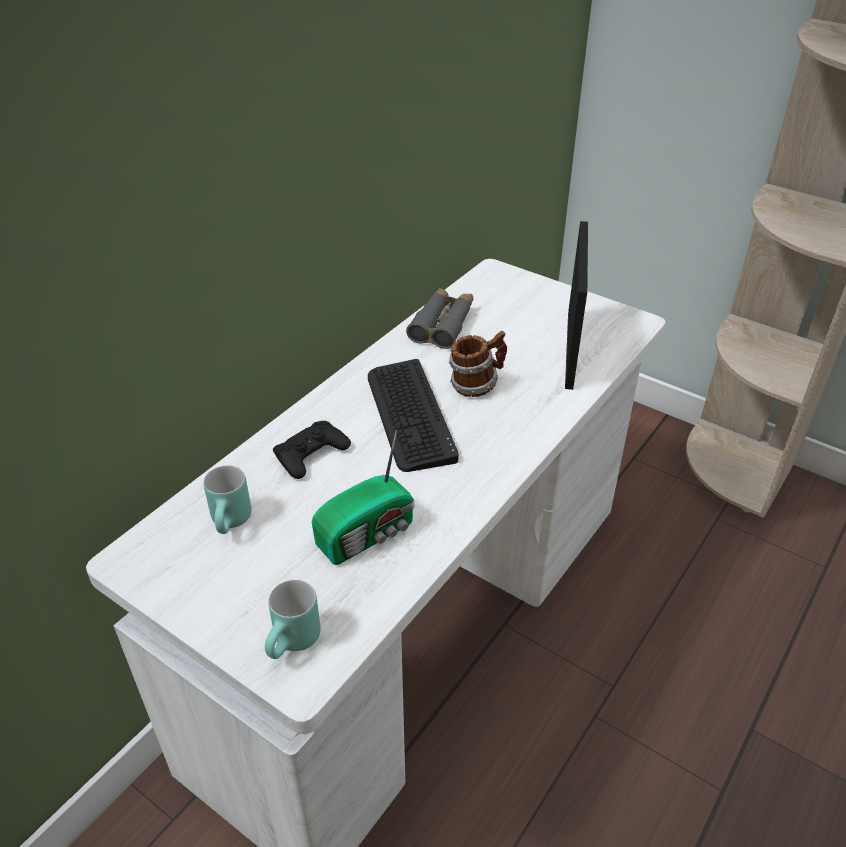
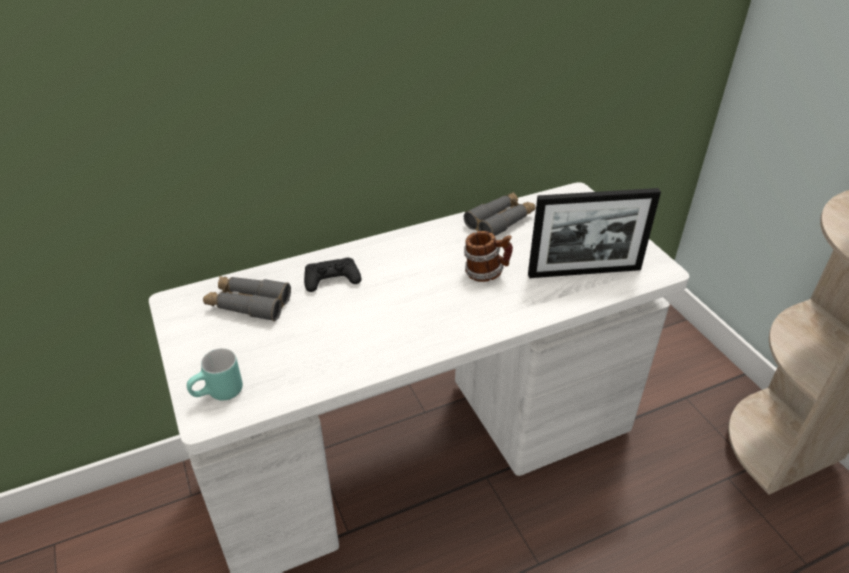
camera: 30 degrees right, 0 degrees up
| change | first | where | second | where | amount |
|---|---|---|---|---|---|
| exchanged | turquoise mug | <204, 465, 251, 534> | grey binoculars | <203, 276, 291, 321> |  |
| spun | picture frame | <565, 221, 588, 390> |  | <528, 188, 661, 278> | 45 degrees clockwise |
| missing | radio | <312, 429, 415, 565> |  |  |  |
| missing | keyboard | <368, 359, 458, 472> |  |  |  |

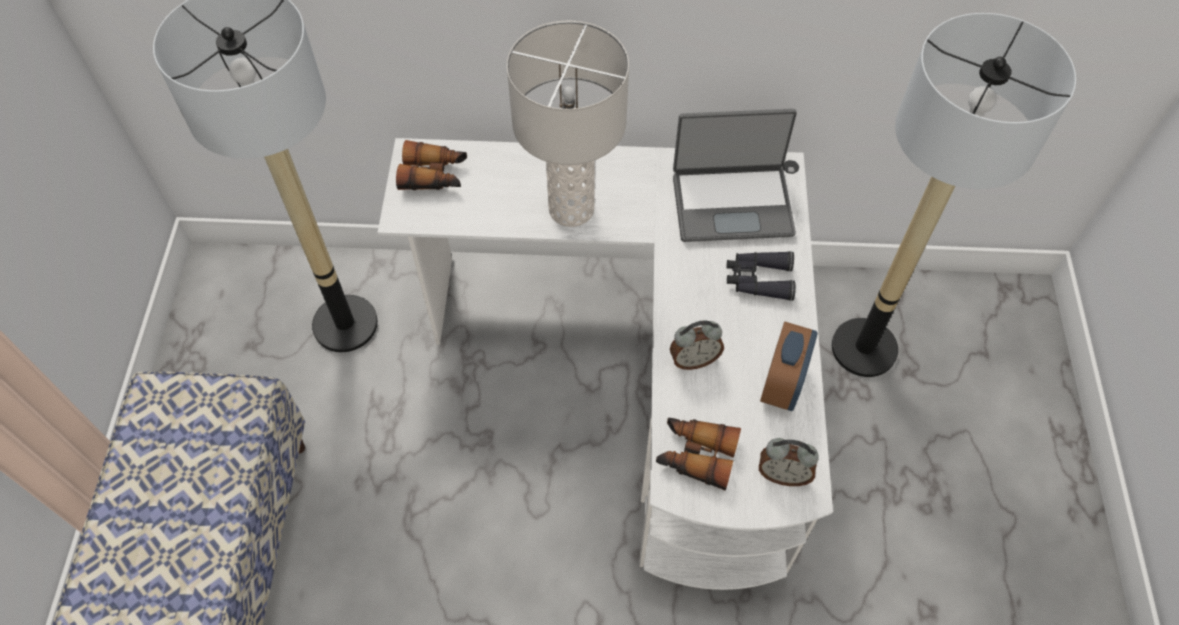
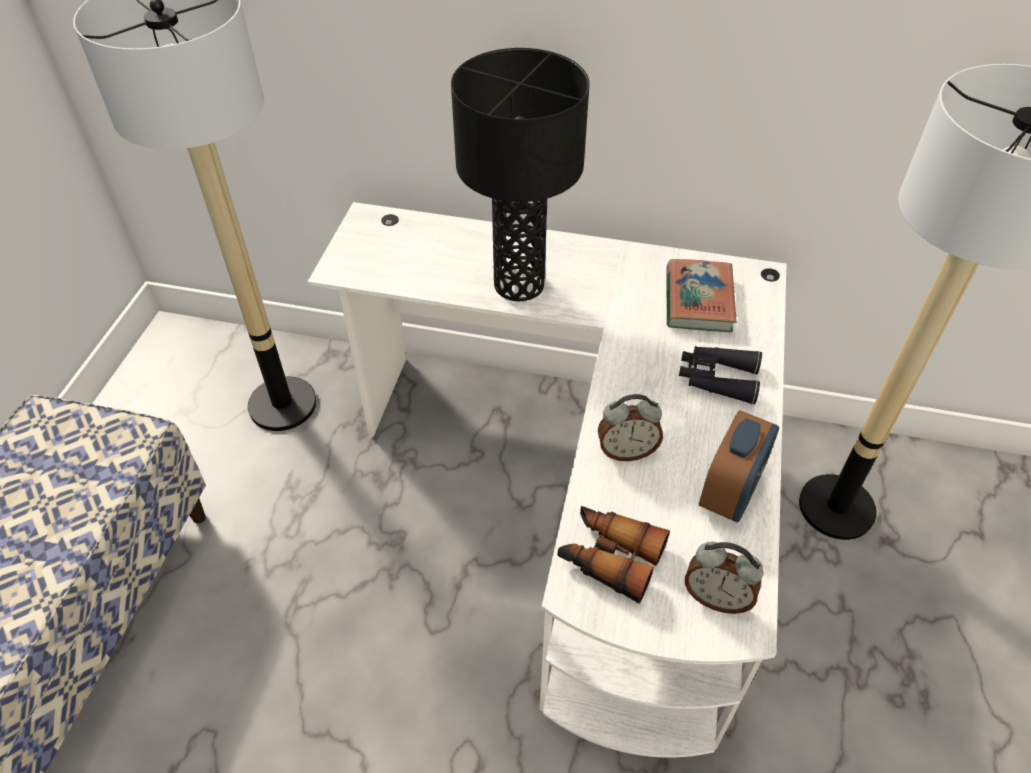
camera: 10 degrees right, 10 degrees down
| change | first | where | second | where | amount |
|---|---|---|---|---|---|
| colour | white table lamp | <507, 21, 629, 227> | black table lamp | <451, 48, 590, 301> |  |
| exchanged | laptop | <673, 109, 797, 242> | book | <667, 259, 737, 332> |  |
| missing | binoculars | <396, 140, 467, 190> |  |  |  |

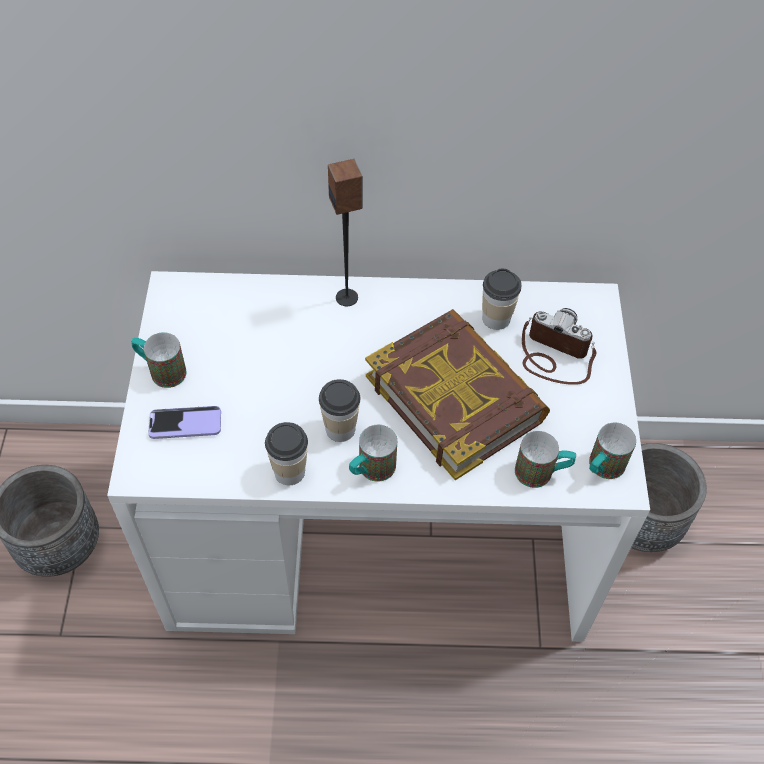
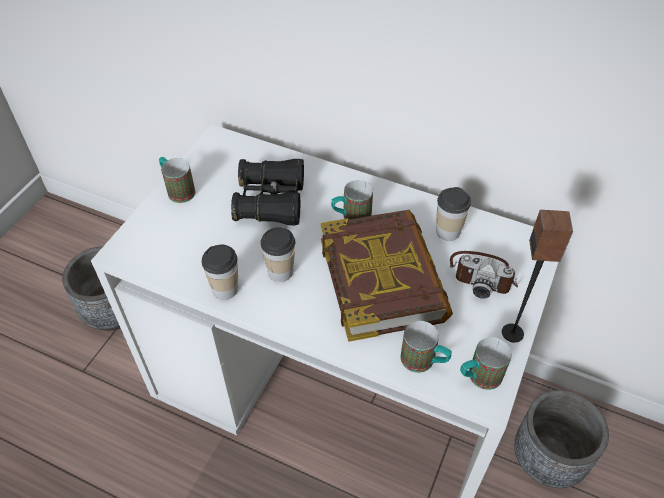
camera: 25 degrees right, 5 degrees down
| change | first | where | second | where | amount |
|---|---|---|---|---|---|
| appeared |  |  | black binoculars | <231, 159, 304, 226> |  |
| relocated | mug | <349, 425, 397, 482> |  | <331, 180, 373, 219> |  |
| spun | photo camera | <522, 308, 597, 385> |  | <450, 251, 518, 299> | 150 degrees clockwise |
| relocated | speaker | <328, 159, 363, 306> |  | <502, 210, 573, 343> |  |
| missing | phone | <148, 406, 221, 439> |  |  |  |

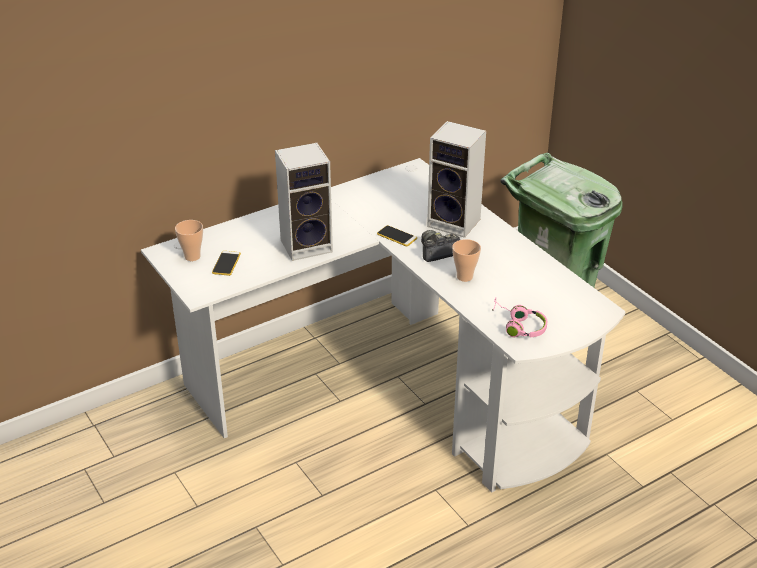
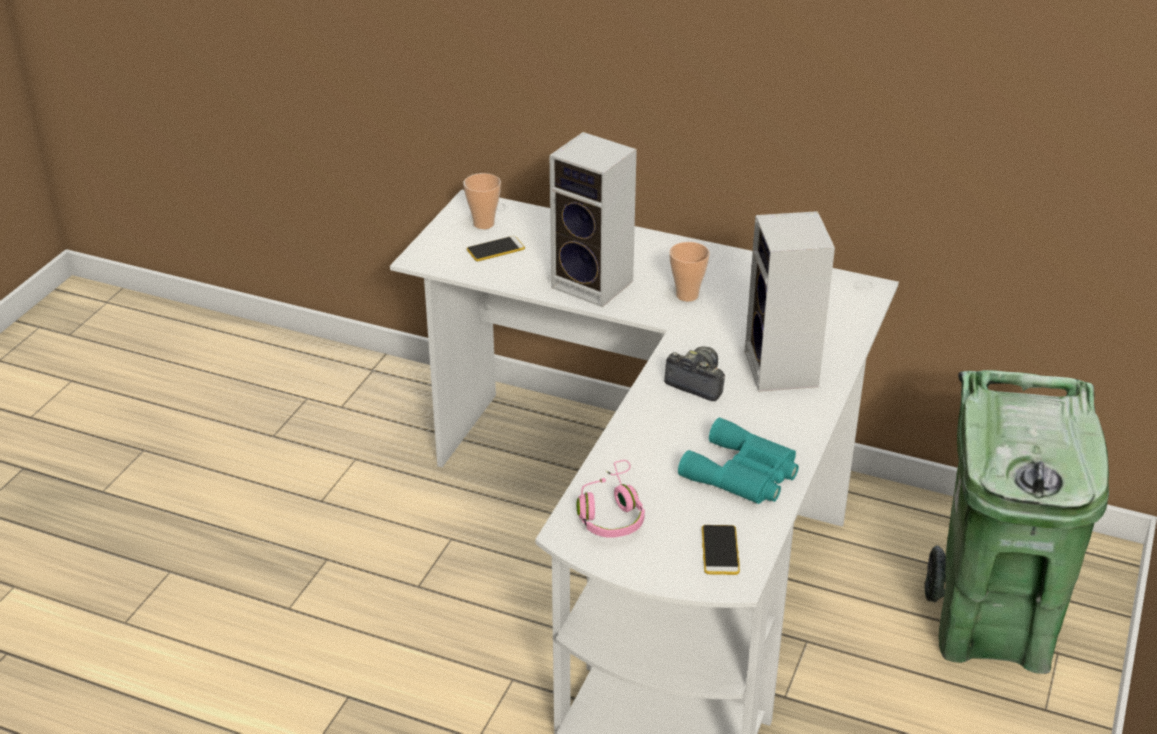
camera: 55 degrees right, 0 degrees up
| change | first | where | second | where | amount |
|---|---|---|---|---|---|
| relocated | cup | <452, 239, 481, 282> |  | <669, 242, 710, 301> |  |
| appeared |  |  | turquoise binoculars | <678, 418, 799, 504> |  |
| relocated | phone | <377, 225, 417, 246> |  | <702, 525, 740, 575> |  |

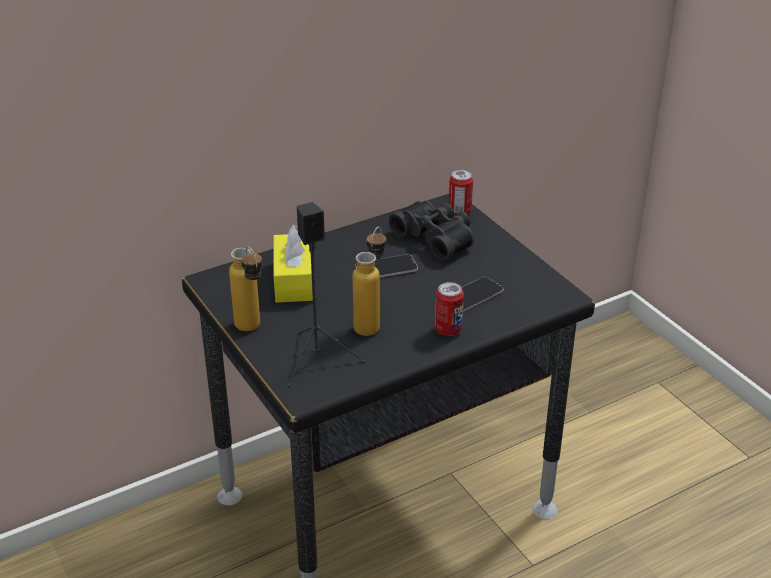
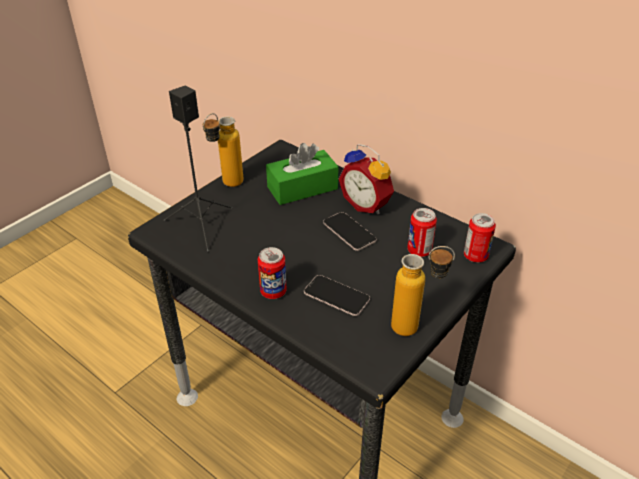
camera: 70 degrees right, 5 degrees up
| change | first | where | second | where | amount |
|---|---|---|---|---|---|
| colour | yellow tissue box | <273, 224, 316, 303> | green tissue box | <266, 143, 338, 205> |  |
| appeared |  |  | alarm clock | <339, 144, 394, 214> |  |
| relocated | bottle | <353, 226, 386, 336> |  | <391, 246, 455, 336> |  |
| exchanged | black binoculars | <389, 200, 474, 261> | can | <407, 208, 437, 257> |  |

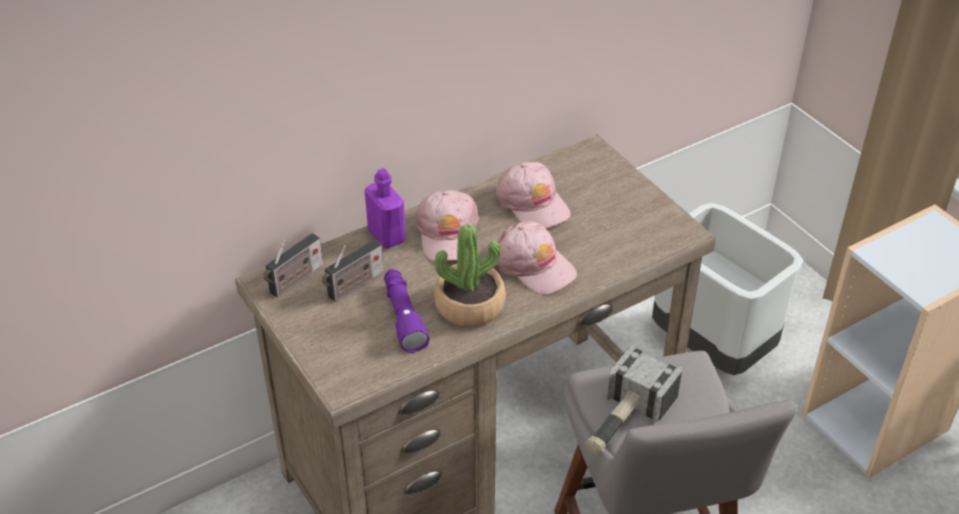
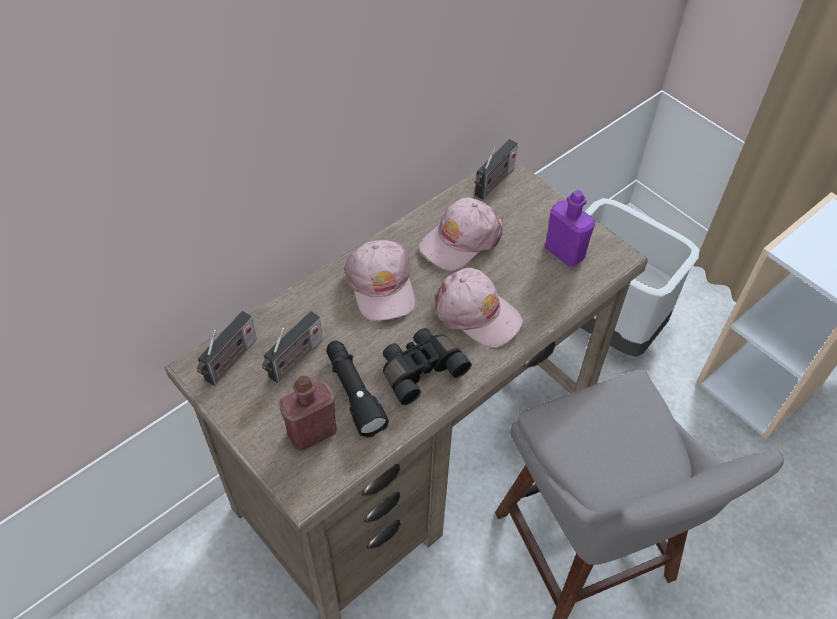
camera: 10 degrees left, 10 degrees up
| change | first | where | second | where | amount |
|---|---|---|---|---|---|
| appeared |  |  | red bottle | <279, 376, 336, 451> |  |
| colour | purple flashlight | <384, 269, 429, 353> | black flashlight | <327, 341, 389, 438> |  |
| exchanged | potted plant | <434, 224, 506, 327> | black binoculars | <383, 328, 472, 405> |  |
| spun | pink cap | <495, 162, 571, 229> |  | <419, 197, 503, 271> | 90 degrees clockwise |
| appeared |  |  | radio | <475, 139, 518, 200> |  |
| relocated | purple bottle | <365, 168, 406, 249> |  | <545, 190, 595, 267> |  |
| missing | hammer | <585, 344, 682, 455> |  |  |  |

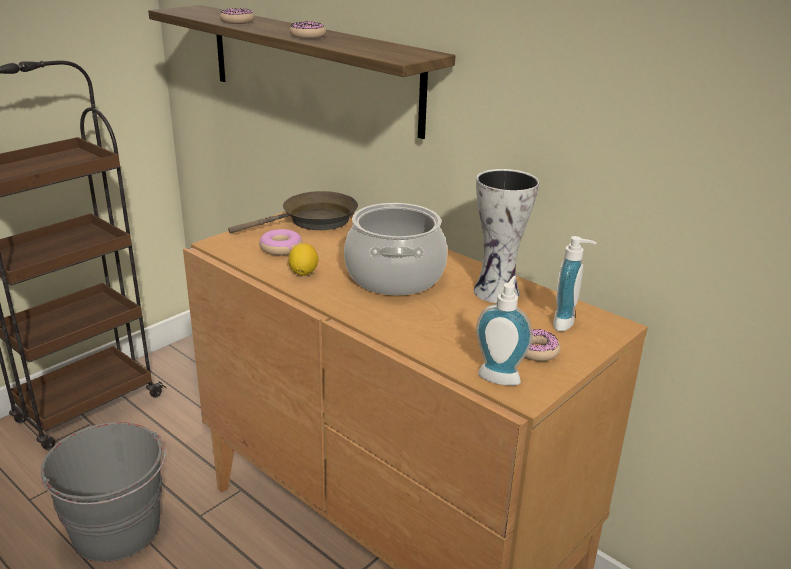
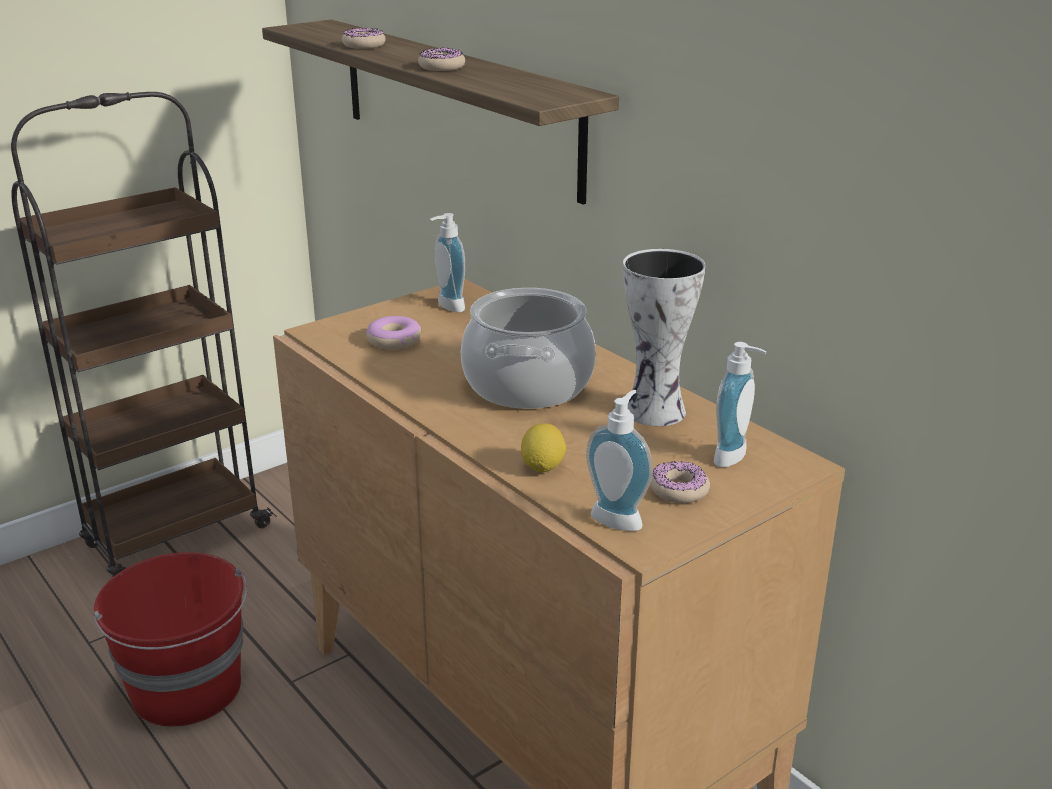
camera: 10 degrees right, 0 degrees up
| change | first | where | second | where | amount |
|---|---|---|---|---|---|
| colour | grey bucket | <41, 422, 166, 562> | red bucket | <93, 552, 248, 727> |  |
| exchanged | brown frying pan | <228, 191, 358, 233> | soap dispenser | <430, 213, 465, 312> |  |
| relocated | lemon | <288, 243, 319, 276> |  | <521, 423, 566, 472> |  |

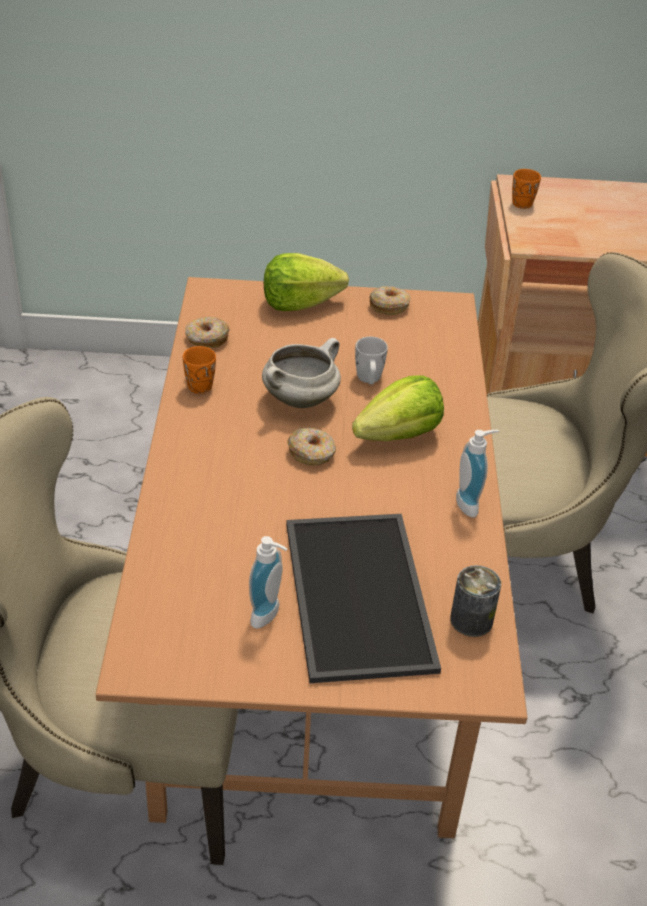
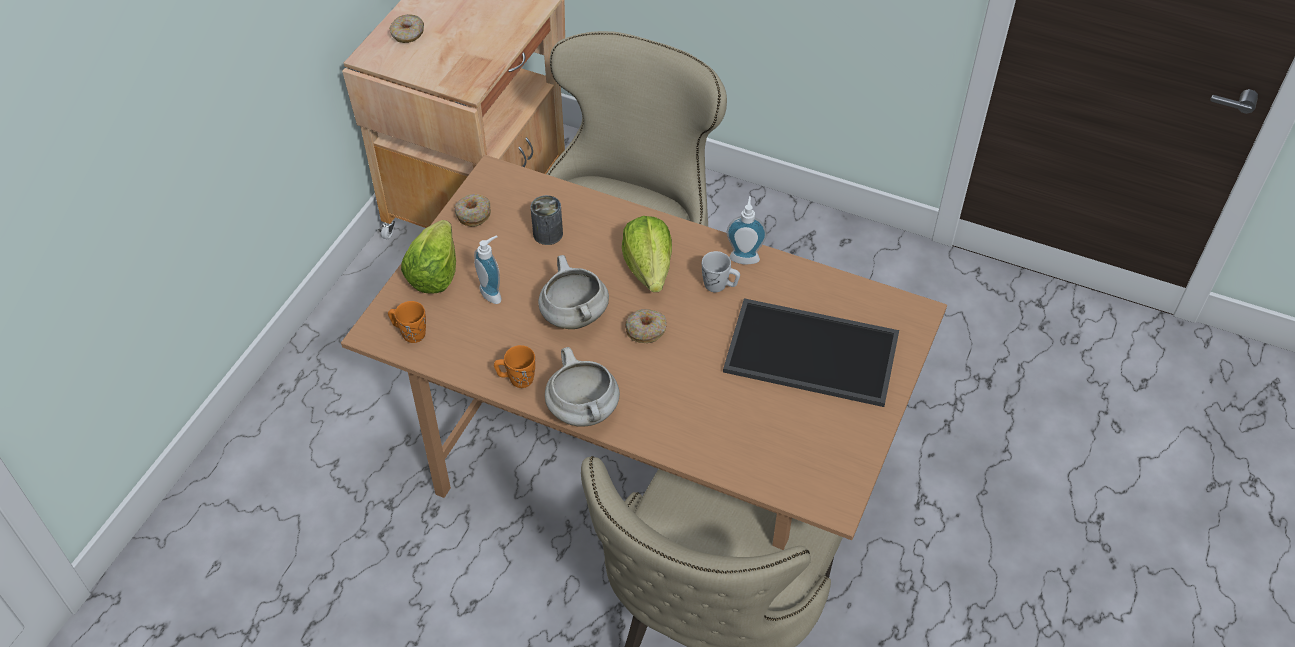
camera: 65 degrees left, 10 degrees up
| change | first | where | second | where | amount |
|---|---|---|---|---|---|
| relocated | orange mug | <512, 169, 541, 209> |  | <388, 301, 426, 343> |  |
| relocated | donut | <185, 317, 230, 348> |  | <389, 14, 424, 43> |  |
| relocated | soap dispenser | <249, 536, 287, 629> |  | <474, 235, 502, 304> |  |
| relocated | can | <450, 565, 501, 637> |  | <531, 195, 563, 245> |  |
| appeared |  |  | white cooking pot | <545, 347, 620, 427> |  |
| relocated | white mug | <355, 337, 388, 385> |  | <702, 251, 740, 292> |  |

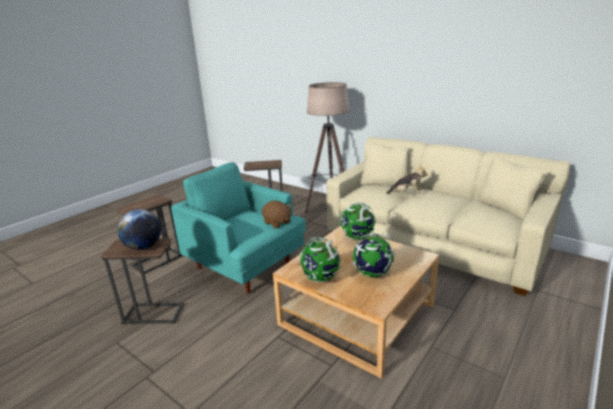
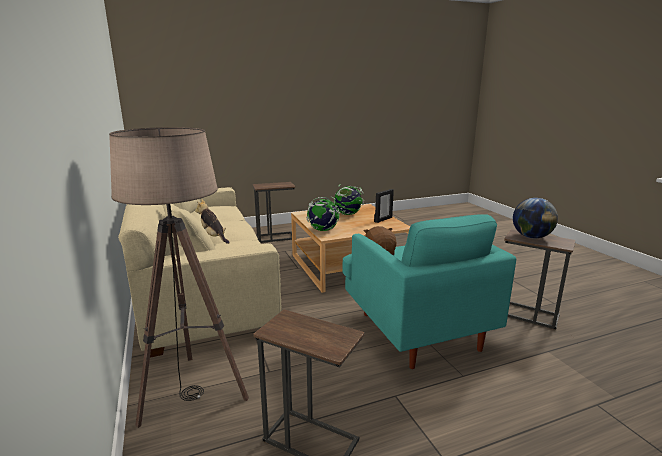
camera: 150 degrees left, 5 degrees down
| change | first | where | second | where | amount |
|---|---|---|---|---|---|
| relocated | brown side table | <116, 194, 182, 274> |  | <252, 182, 295, 243> |  |
| exchanged | globe | <298, 237, 341, 283> | picture frame | <374, 189, 394, 223> |  |

